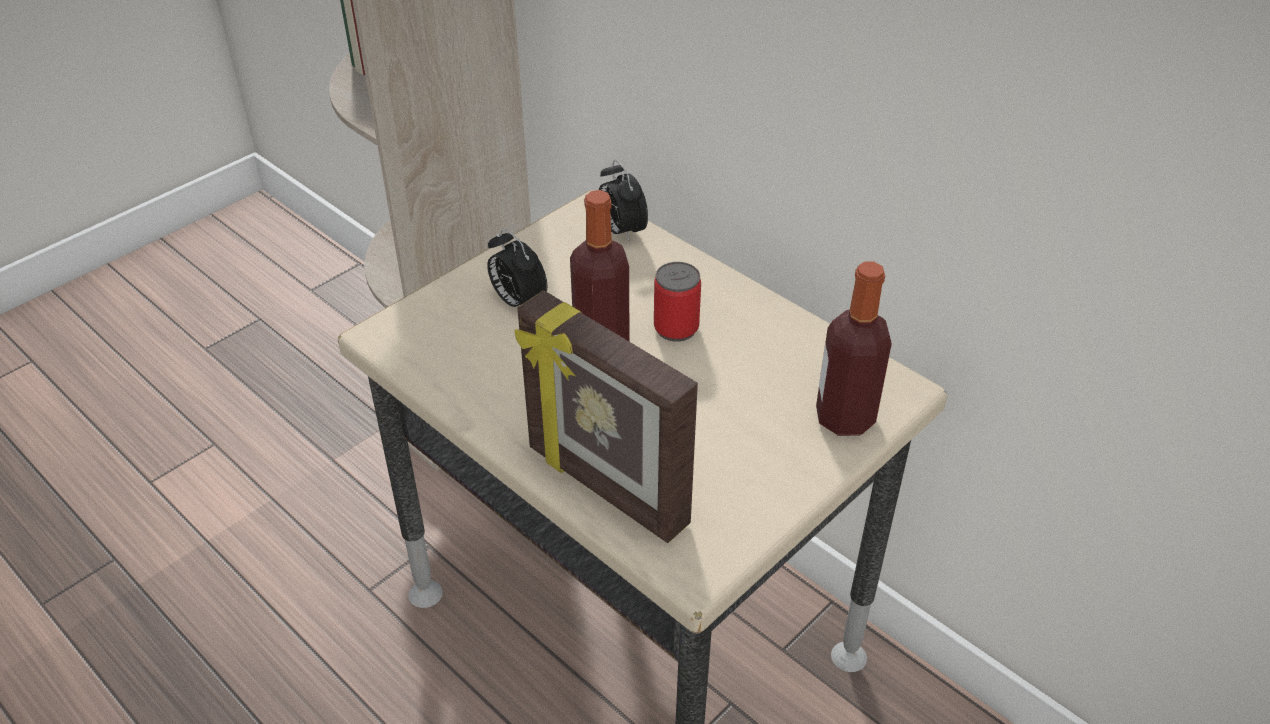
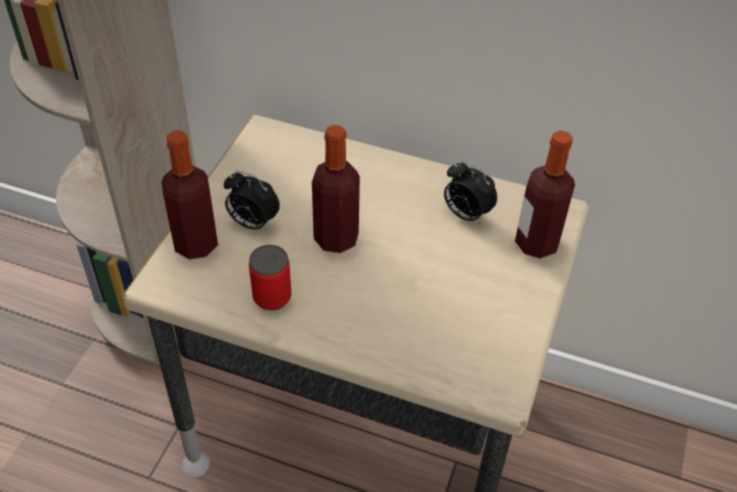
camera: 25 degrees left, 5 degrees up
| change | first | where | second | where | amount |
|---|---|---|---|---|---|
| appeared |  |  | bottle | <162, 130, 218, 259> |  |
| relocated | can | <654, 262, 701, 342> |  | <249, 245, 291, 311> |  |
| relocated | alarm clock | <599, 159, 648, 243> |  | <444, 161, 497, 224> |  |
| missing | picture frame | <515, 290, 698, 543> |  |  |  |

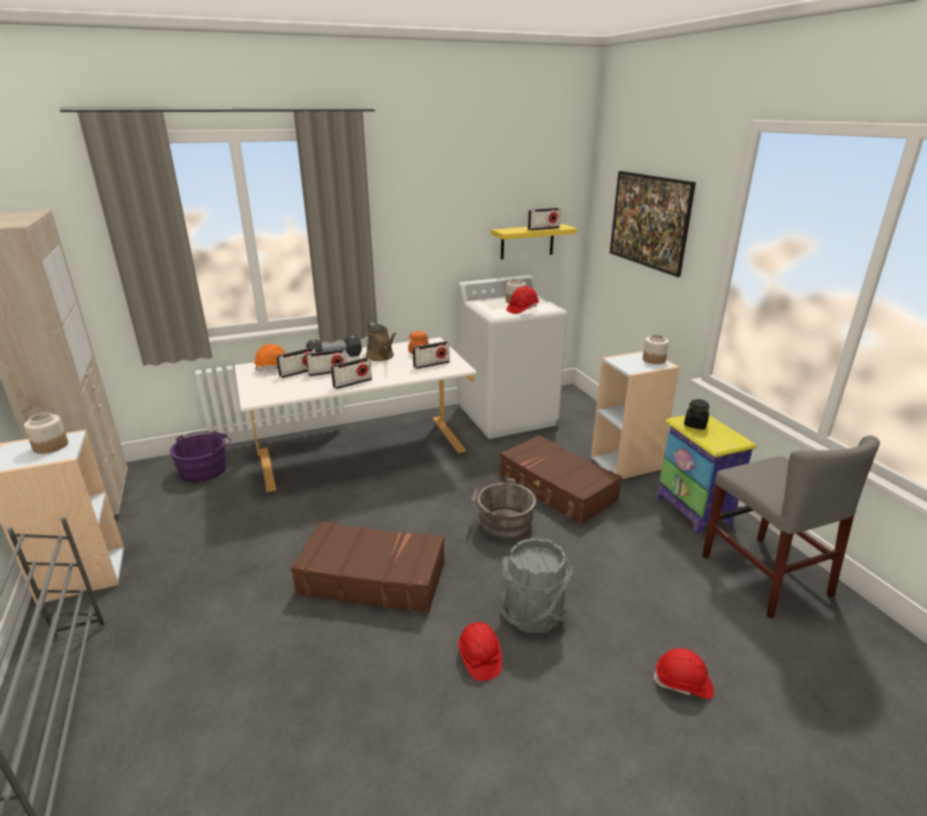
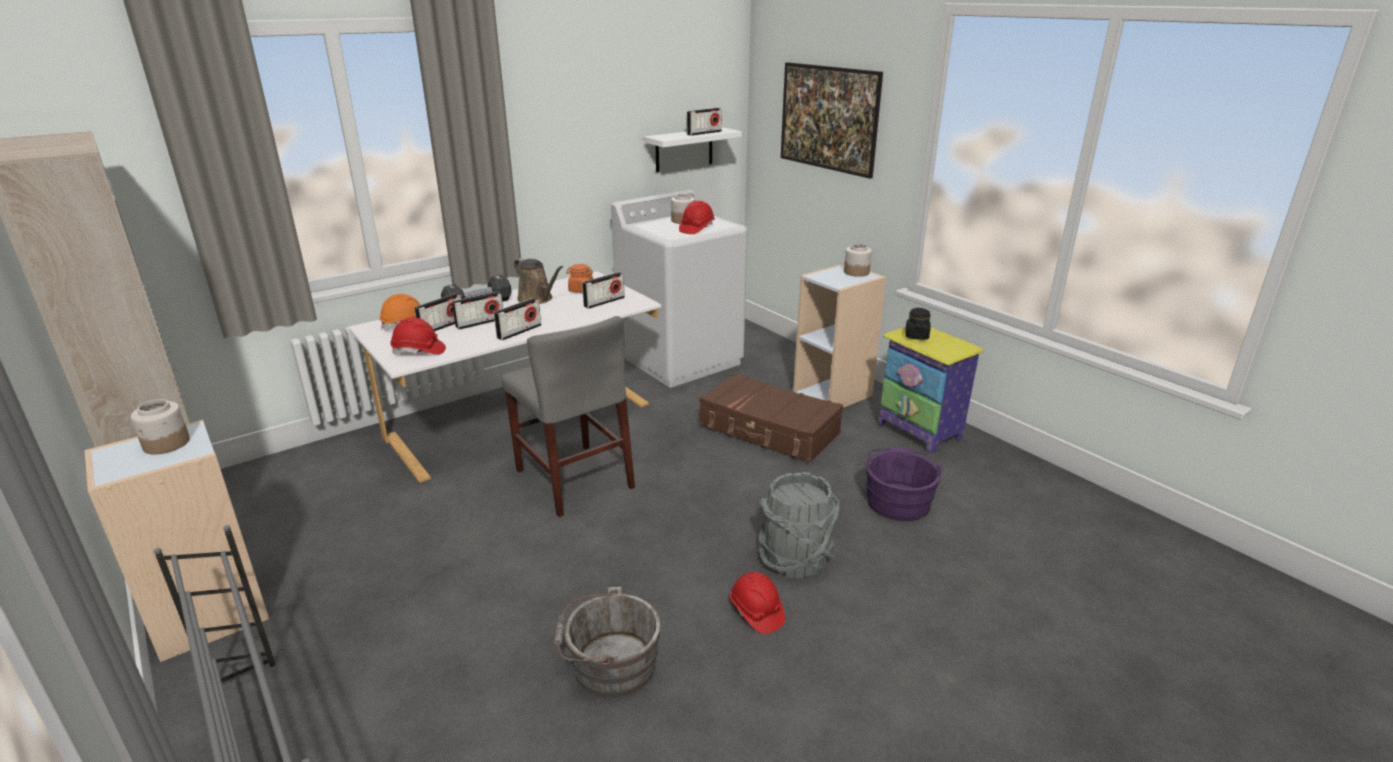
camera: 15 degrees left, 0 degrees up
| change | first | where | second | where | amount |
|---|---|---|---|---|---|
| relocated | red hard hat | <653, 648, 714, 699> |  | <390, 318, 446, 355> |  |
| relocated | grey chair | <702, 436, 880, 619> |  | <502, 316, 635, 517> |  |
| relocated | grey bucket | <471, 478, 536, 541> |  | <554, 587, 662, 698> |  |
| colour | yellow shelf | <491, 224, 577, 259> | white shelf | <644, 127, 742, 172> |  |
| relocated | purple bucket | <170, 431, 231, 482> |  | <865, 447, 943, 521> |  |
| missing | brown suitcase | <291, 522, 445, 614> |  |  |  |

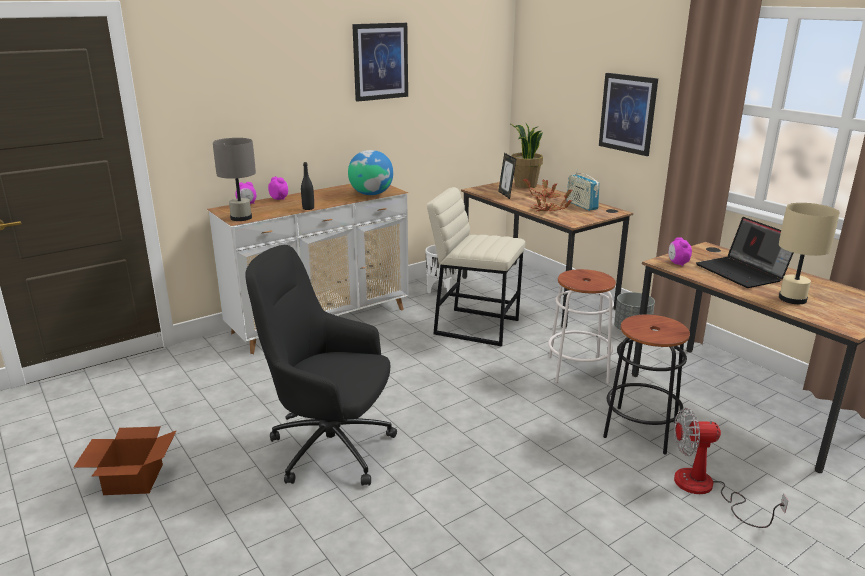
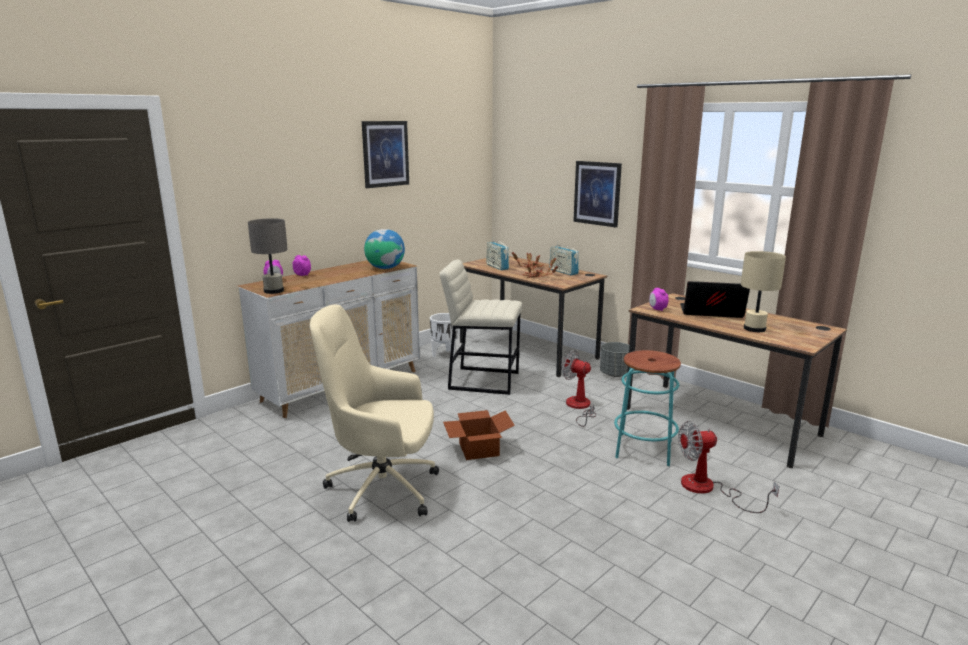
camera: 10 degrees left, 5 degrees down
| change | first | where | second | where | amount |
|---|---|---|---|---|---|
| colour | black office chair | <245, 245, 397, 486> | beige office chair | <310, 305, 439, 522> |  |
| relocated | cardboard box | <74, 426, 177, 495> |  | <443, 410, 515, 460> |  |
| exchanged | picture frame | <498, 153, 516, 199> | radio | <486, 237, 509, 270> |  |
| exchanged | white stool | <548, 269, 616, 384> | fan | <562, 350, 596, 427> |  |
| colour | black stool | <603, 315, 690, 454> | turquoise stool | <614, 350, 681, 466> |  |
| spun | laptop | <696, 217, 793, 288> |  | <680, 281, 750, 318> | 135 degrees clockwise |
| missing | black bottle | <301, 162, 314, 210> |  |  |  |
| missing | potted plant | <509, 122, 543, 189> |  |  |  |

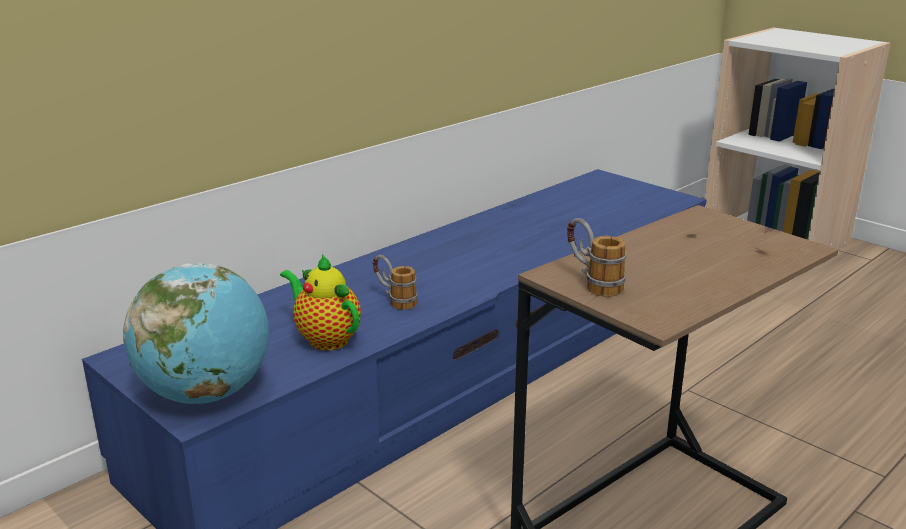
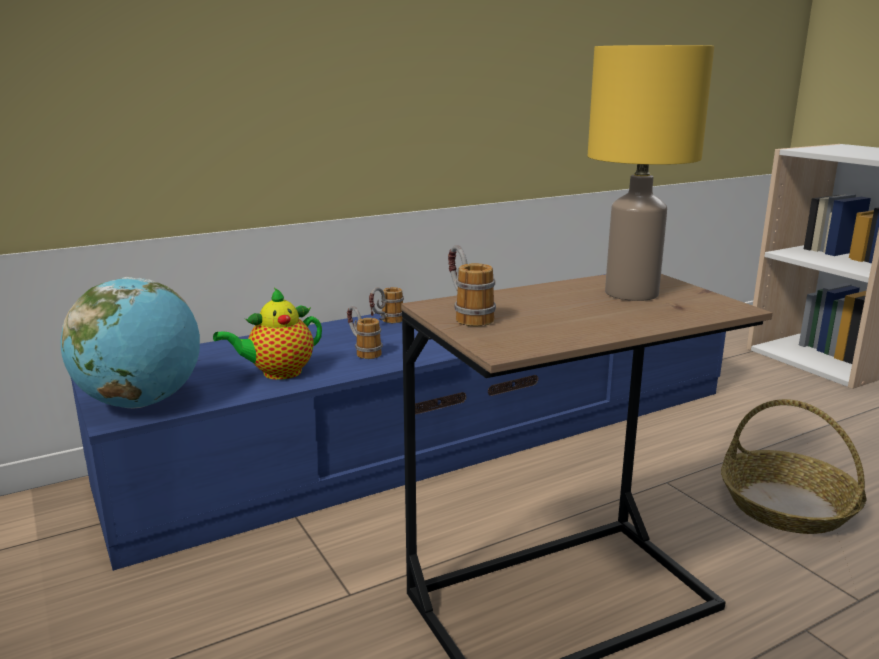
camera: 15 degrees right, 5 degrees down
| change | first | where | second | where | amount |
|---|---|---|---|---|---|
| spun | teapot | <280, 254, 361, 350> |  | <213, 288, 322, 380> | 90 degrees counterclockwise |
| appeared |  |  | mug | <369, 287, 404, 323> |  |
| appeared |  |  | yellow table lamp | <588, 45, 714, 301> |  |
| appeared |  |  | basket | <721, 399, 867, 534> |  |

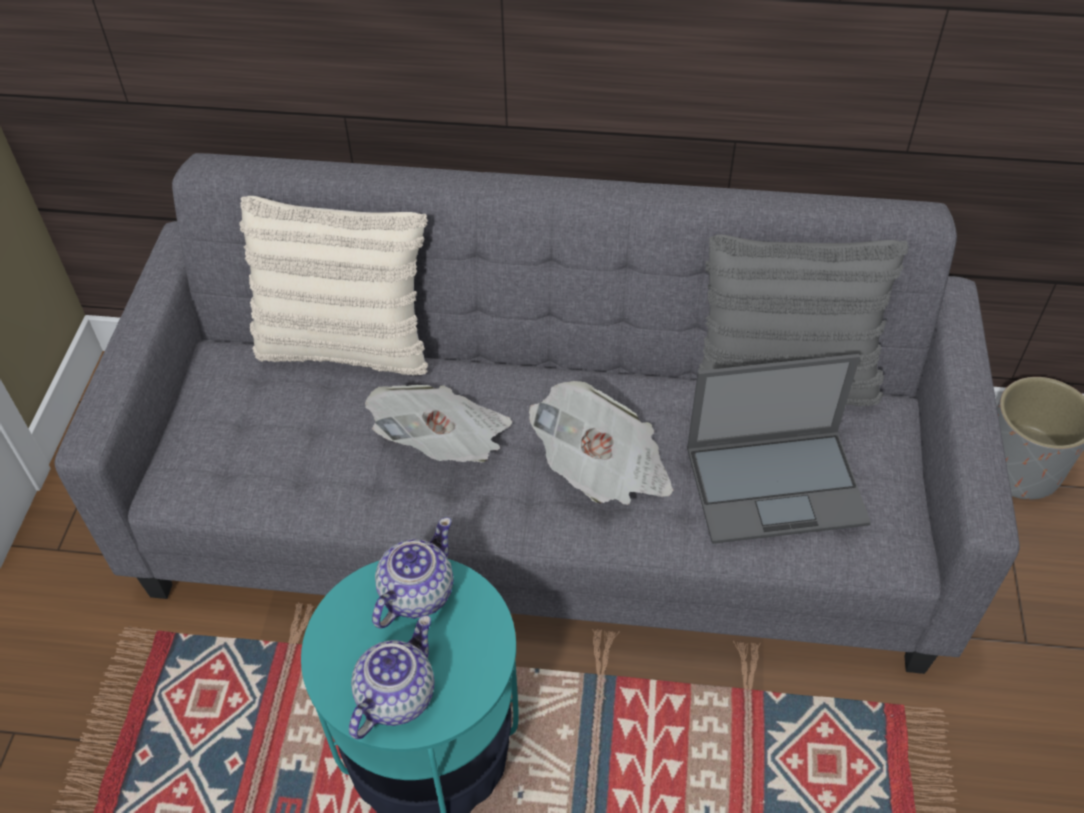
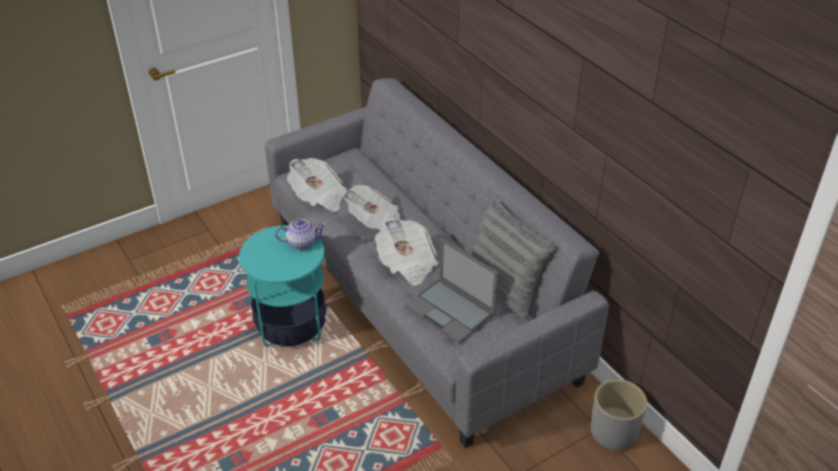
camera: 50 degrees right, 10 degrees down
| change | first | where | second | where | amount |
|---|---|---|---|---|---|
| appeared |  |  | newspaper | <287, 158, 347, 212> |  |
| missing | beige pillow | <239, 196, 428, 375> |  |  |  |
| missing | teapot | <349, 615, 434, 739> |  |  |  |

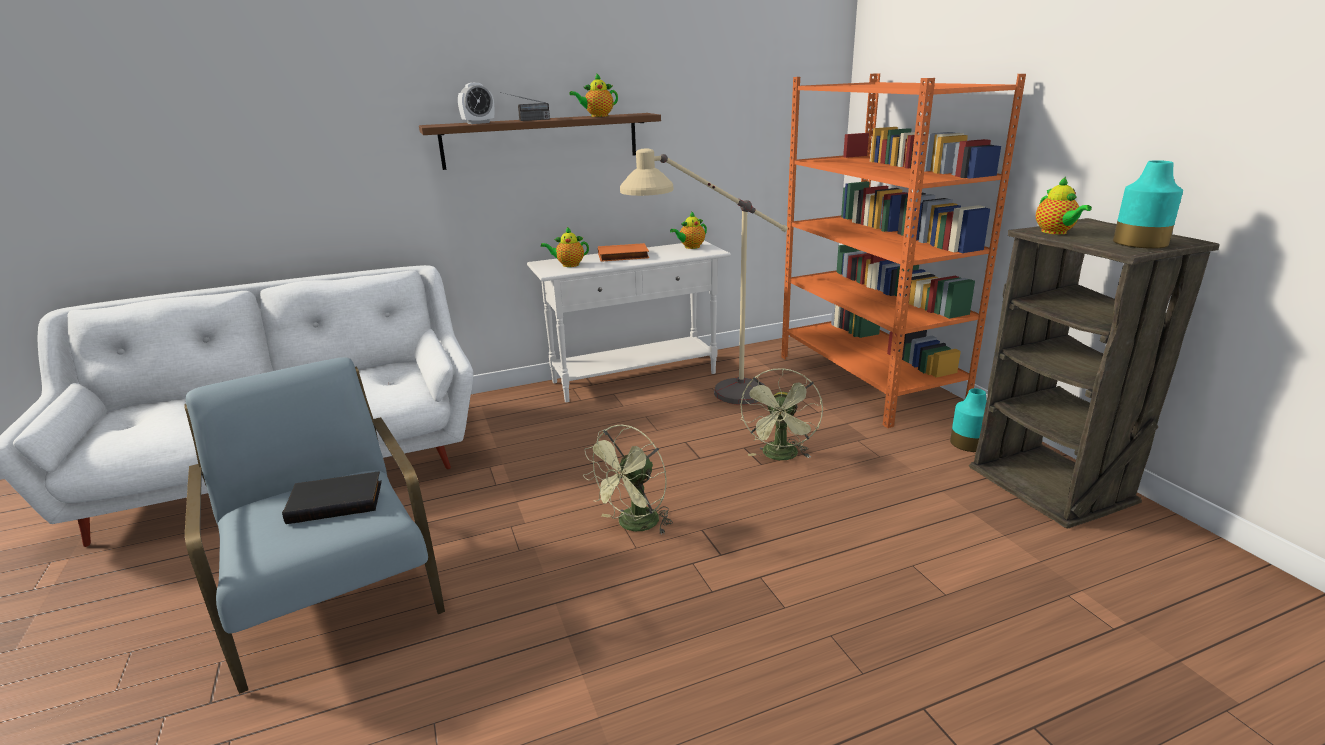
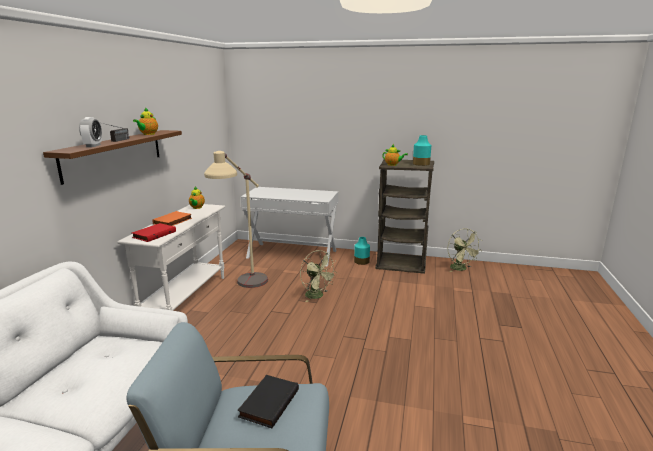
camera: 55 degrees left, 5 degrees down
| change | first | where | second | where | amount |
|---|---|---|---|---|---|
| exchanged | teapot | <541, 227, 589, 267> | red book | <132, 223, 176, 242> |  |
| exchanged | orange bookcase | <781, 73, 1026, 428> | white console table | <241, 187, 338, 266> |  |
| relocated | green fan | <583, 425, 673, 535> |  | <447, 228, 482, 272> |  |

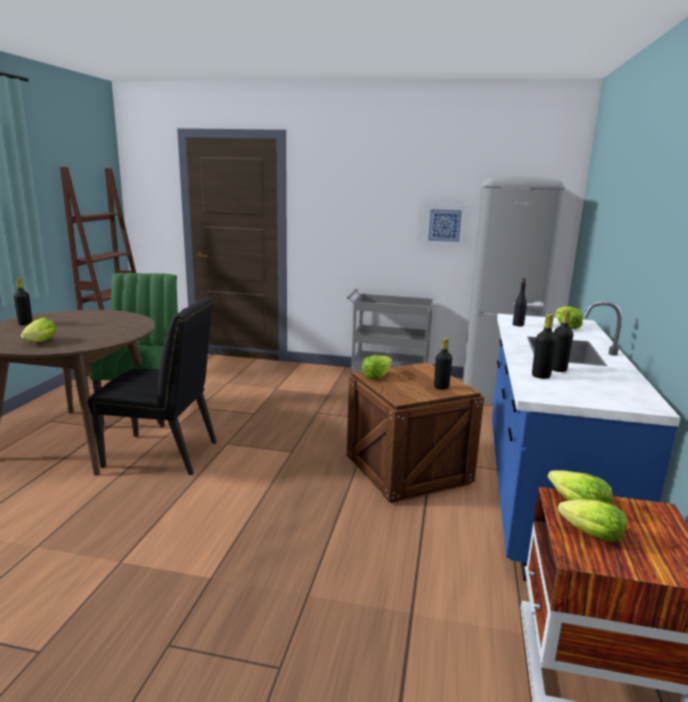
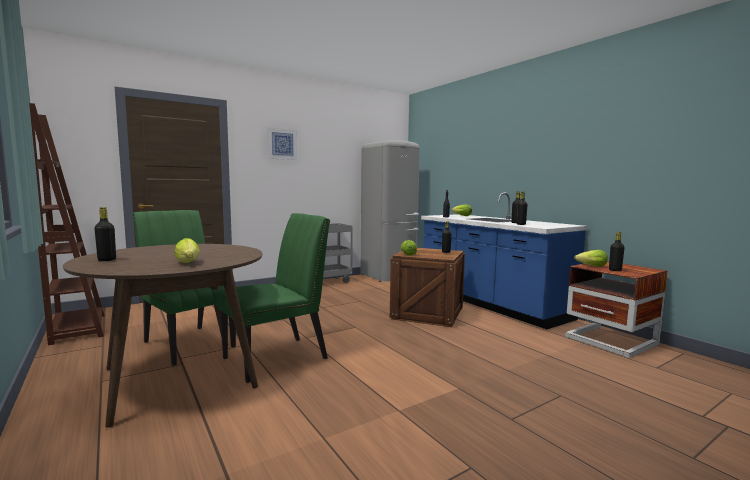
camera: 45 degrees left, 10 degrees down
| change | first | where | second | where | amount |
|---|---|---|---|---|---|
| colour | black chair | <87, 297, 217, 475> | green chair | <216, 213, 330, 383> |  |
| relocated | picture | <422, 203, 468, 247> |  | <267, 127, 297, 160> |  |
| exchanged | lettuce | <558, 499, 627, 542> | black bottle | <609, 232, 625, 271> |  |

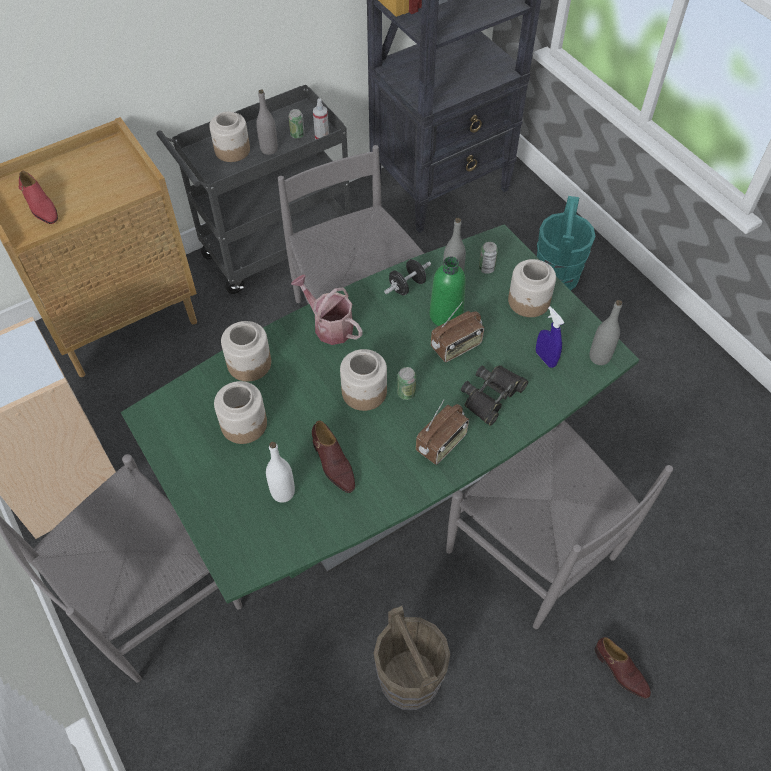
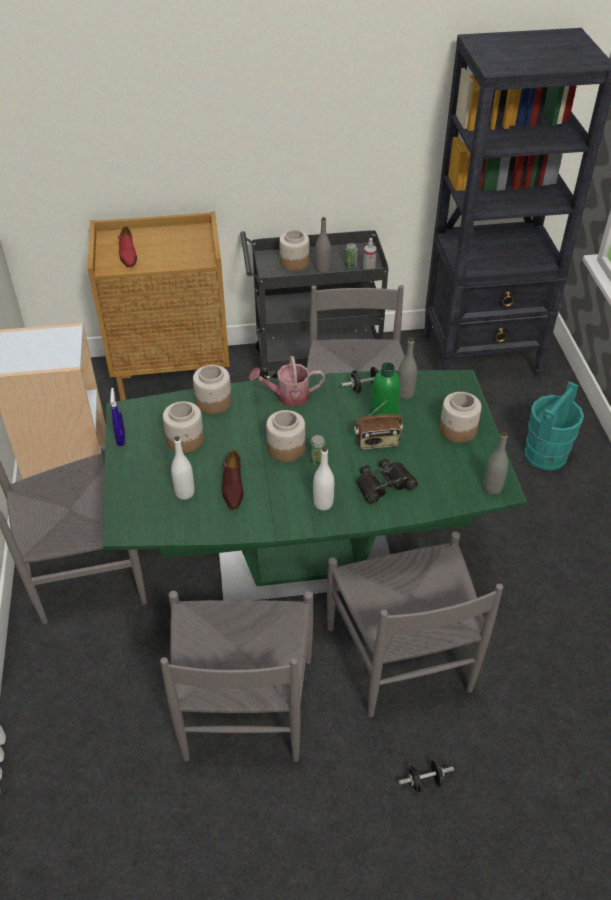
camera: 25 degrees right, 10 degrees down
| change | first | where | second | where | amount |
|---|---|---|---|---|---|
| relocated | blue spray bottle | <536, 306, 564, 368> |  | <110, 388, 125, 446> |  |
| exchanged | brown bucket | <374, 606, 450, 710> | grey chair | <160, 590, 313, 762> |  |
| spun | watering can | <291, 274, 363, 345> |  | <249, 356, 325, 407> | 75 degrees counterclockwise |
| exchanged | radio | <416, 399, 469, 465> | white bottle | <313, 447, 334, 510> |  |
| exchanged | brown shoe | <595, 637, 651, 699> | black dumbbell | <399, 760, 454, 793> |  |
| missing | can | <479, 242, 498, 274> |  |  |  |

